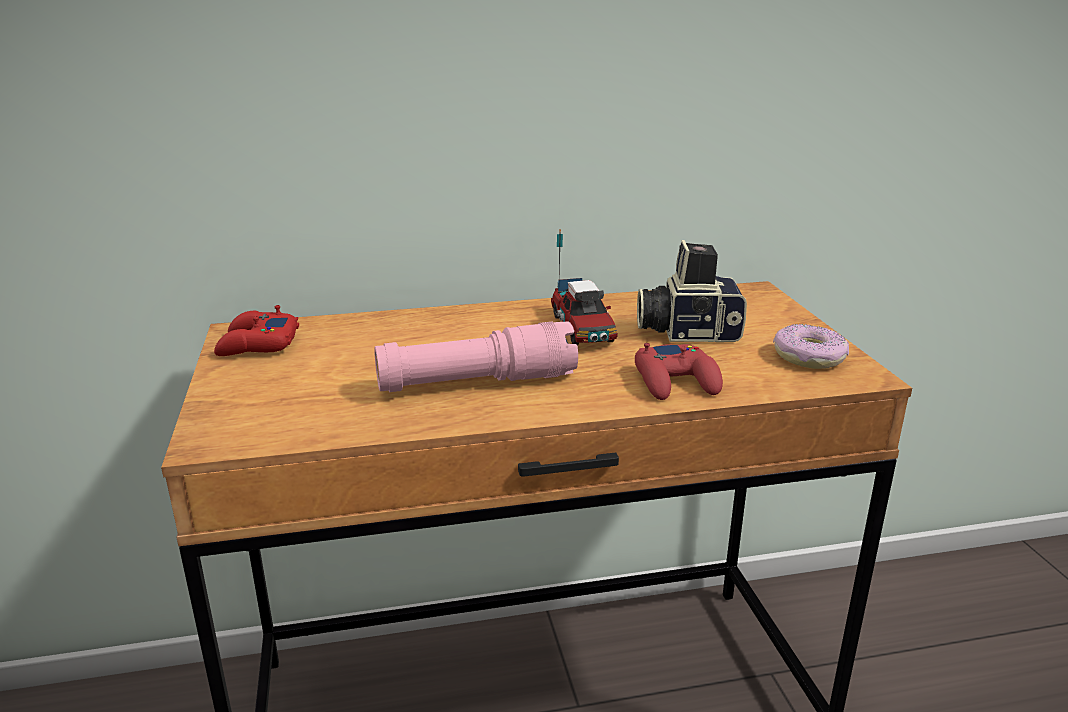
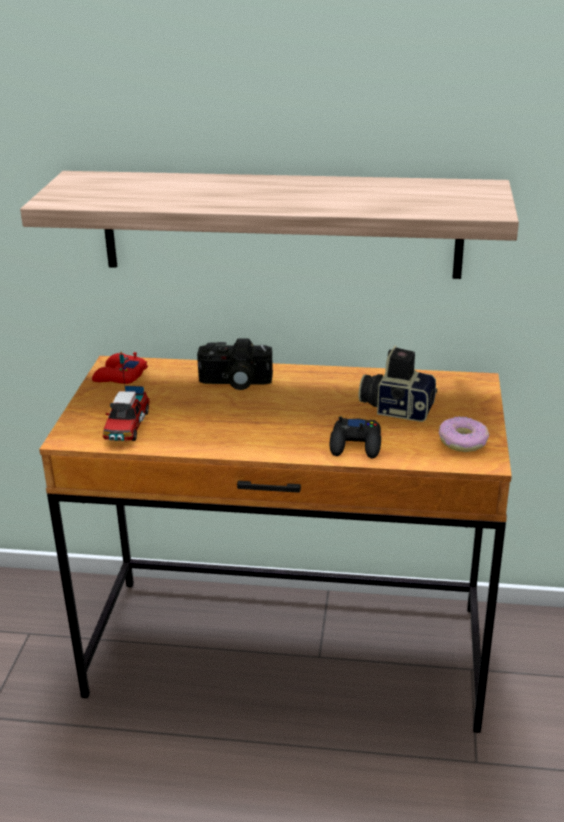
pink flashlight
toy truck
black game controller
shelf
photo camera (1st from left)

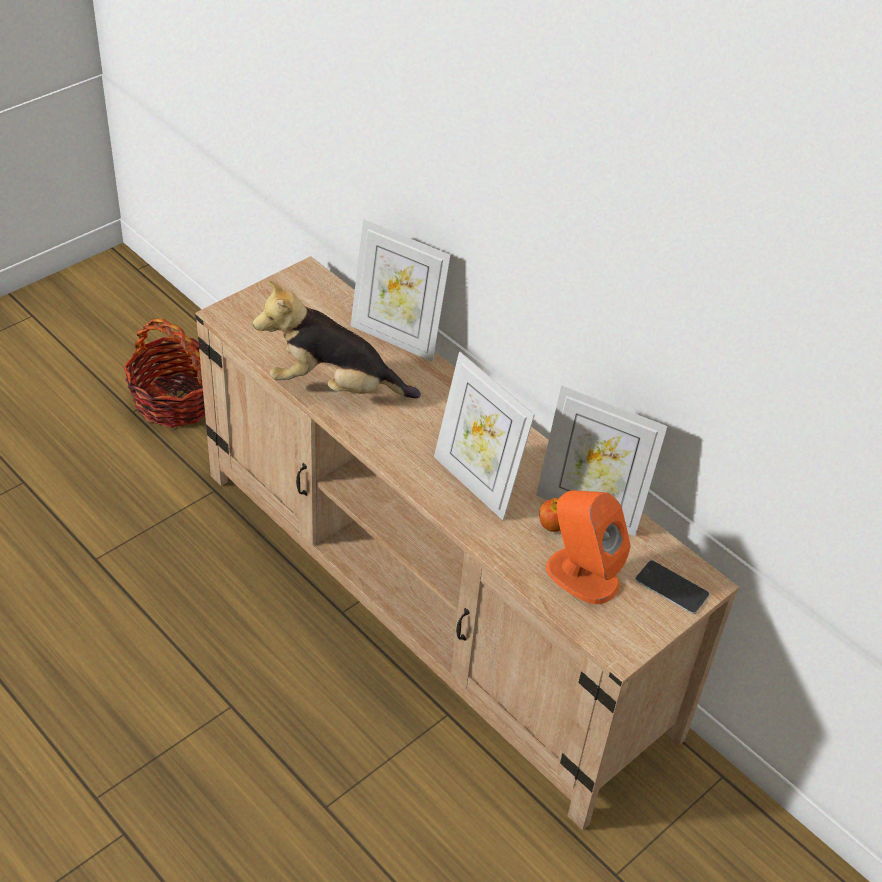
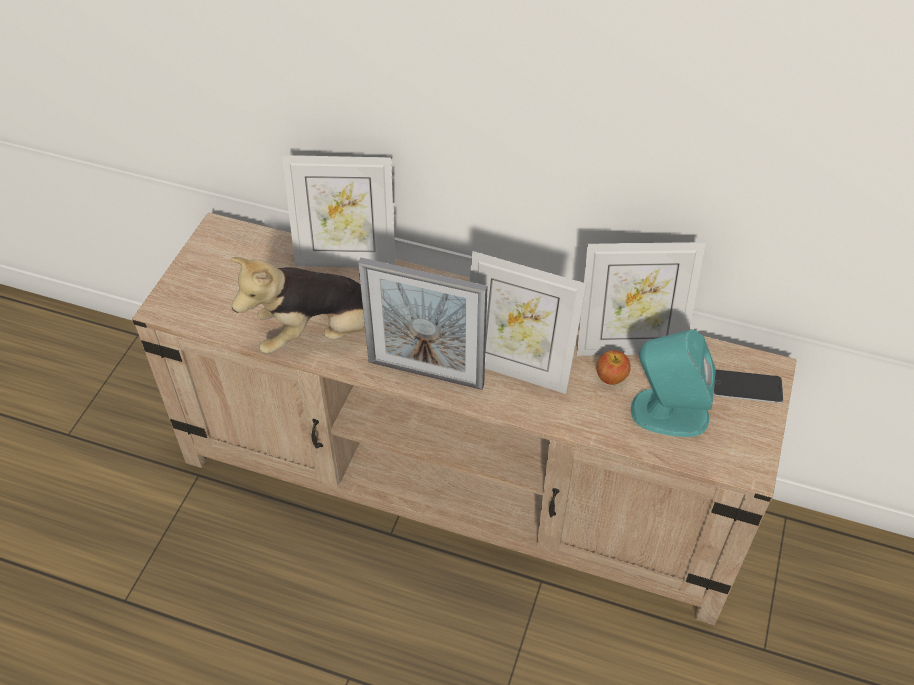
basket
turquoise speaker
picture frame (2nd from left)

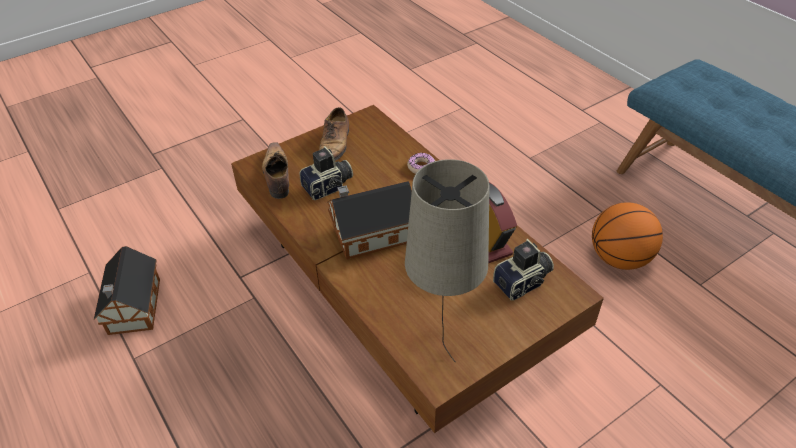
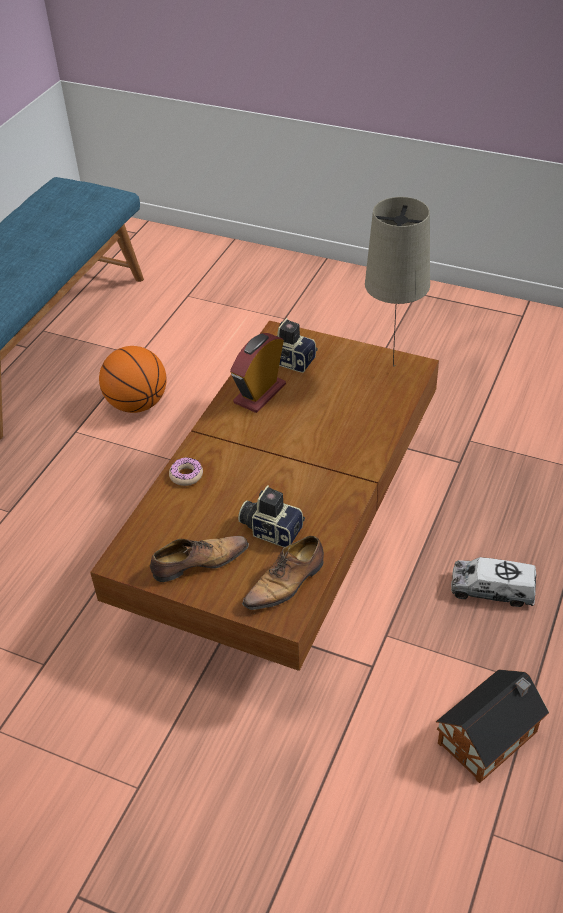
toy house (2nd from left in the first image)
toy truck

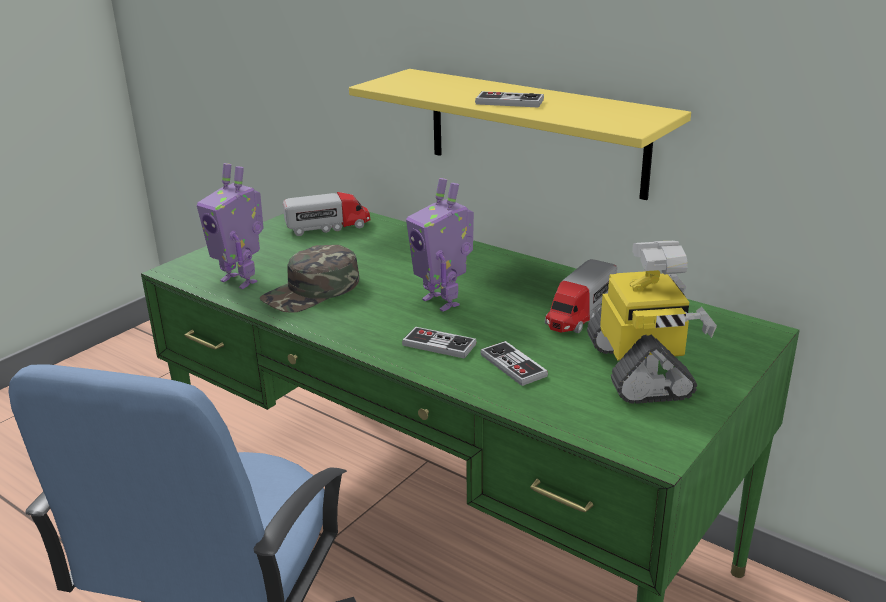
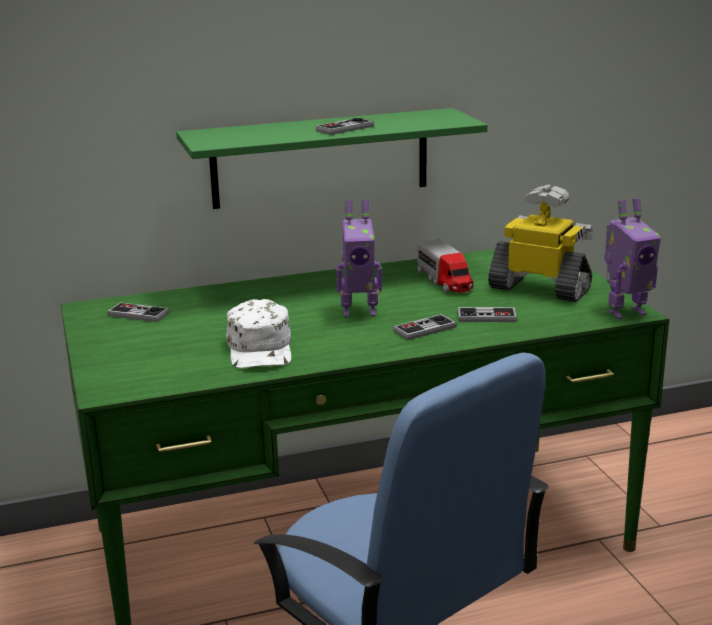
toy robot (3rd from left)
white cap
game controller (1st from left)
green shelf

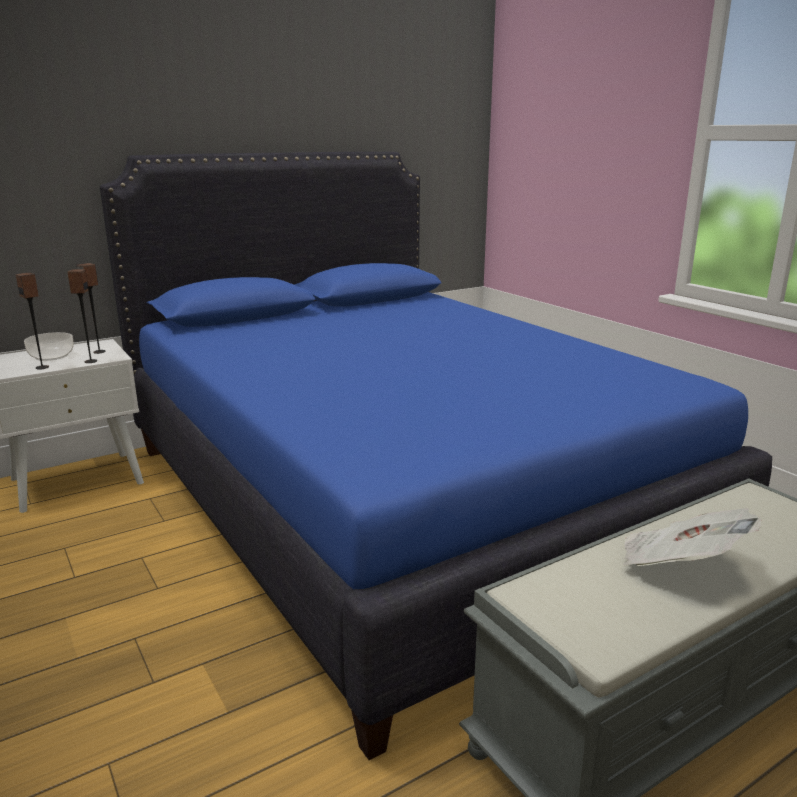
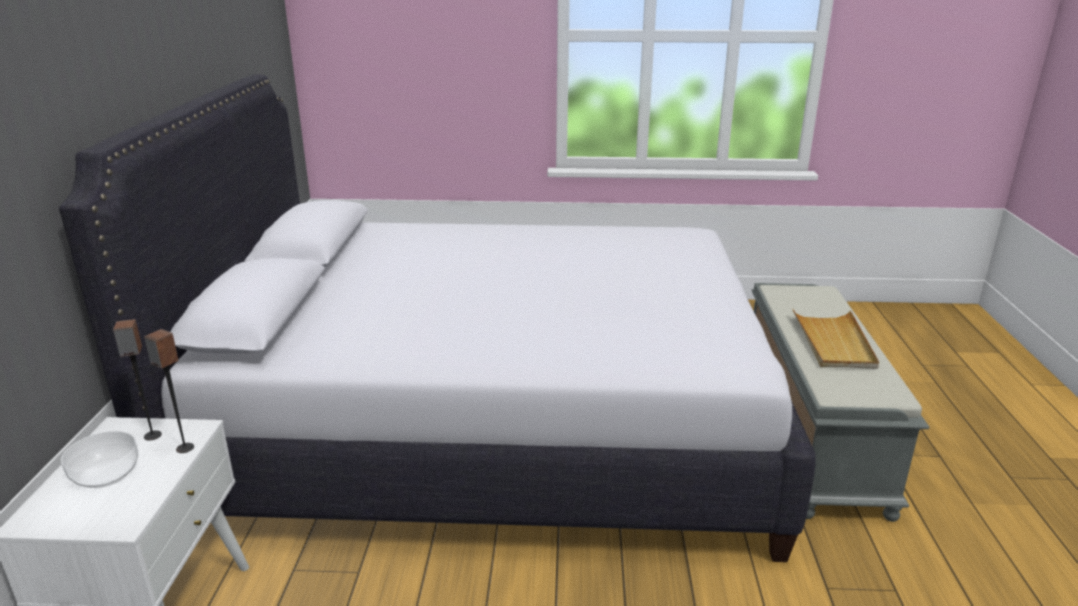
speaker (1st from left in the first image)
white bed
beige tray

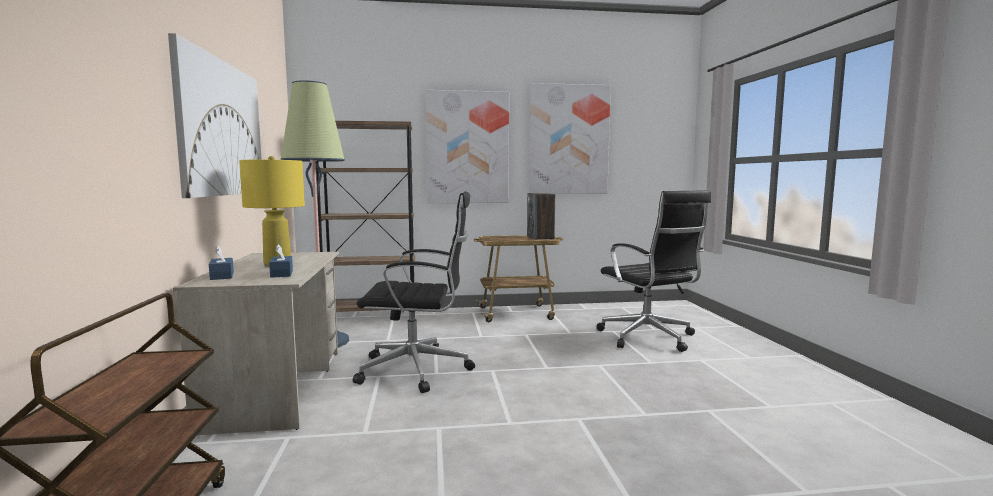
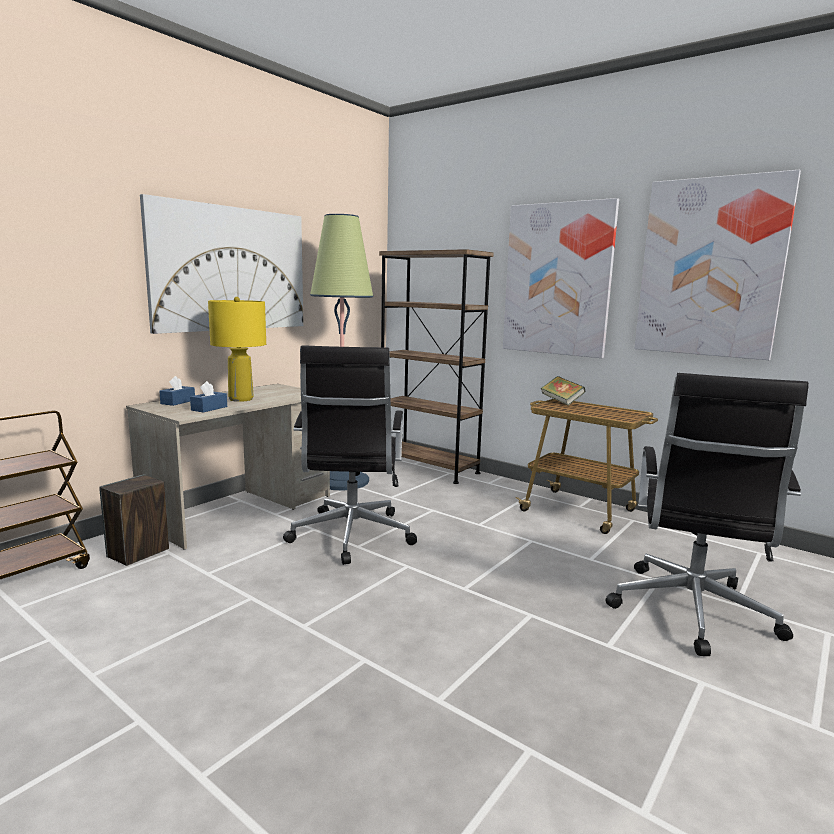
black office chair (1st from left)
speaker
book

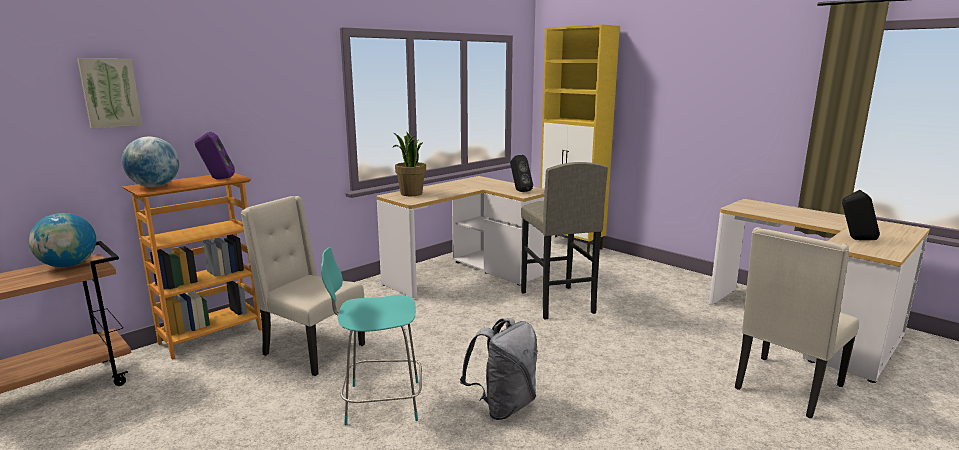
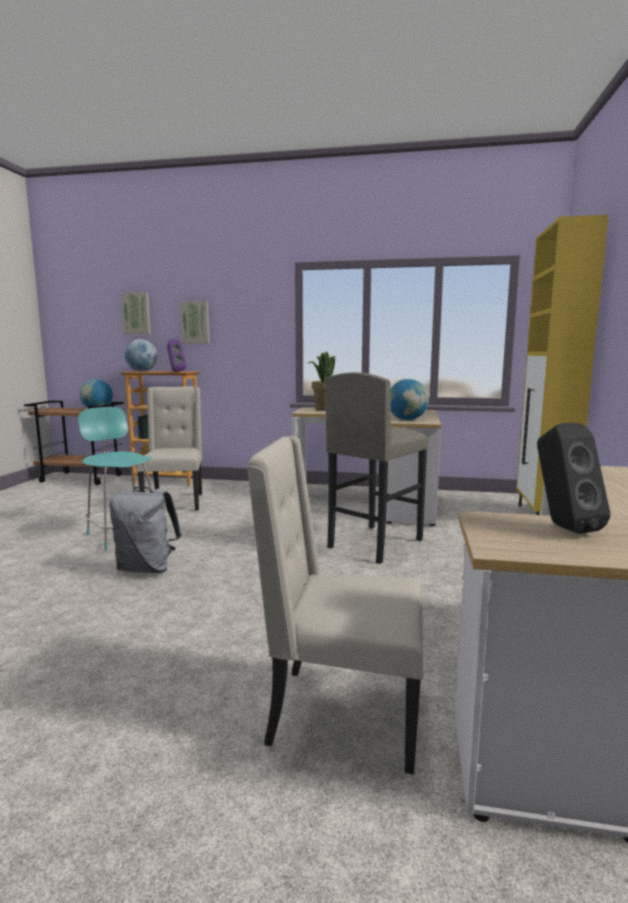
globe (3rd from left)
picture (2nd from left)

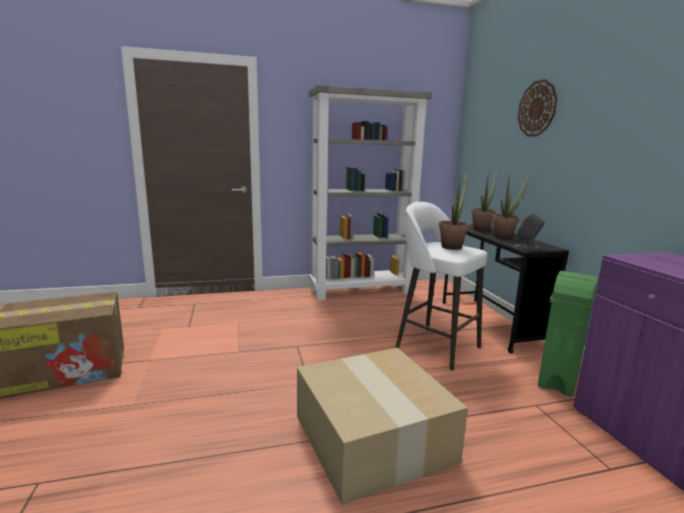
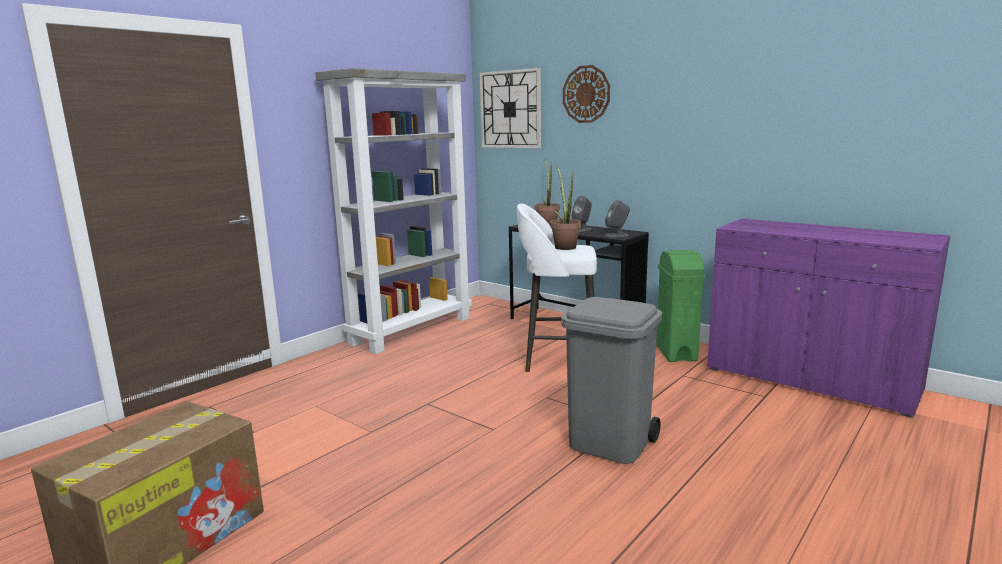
grey trash can
grey speaker (1st from left)
wall clock (1st from left)

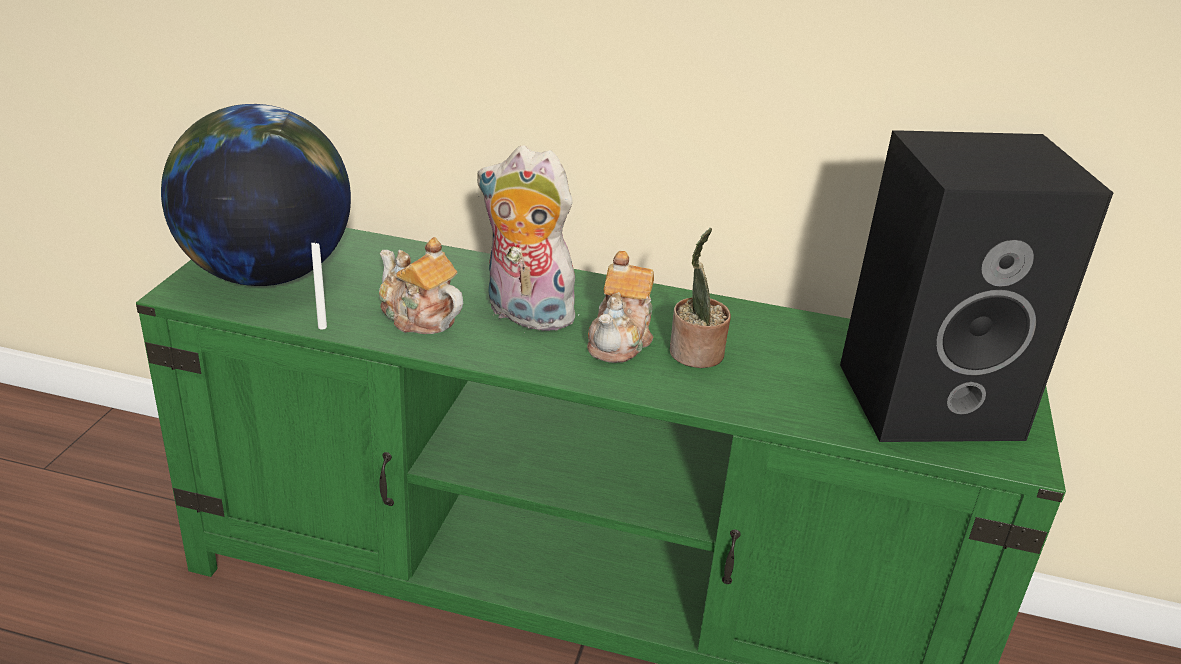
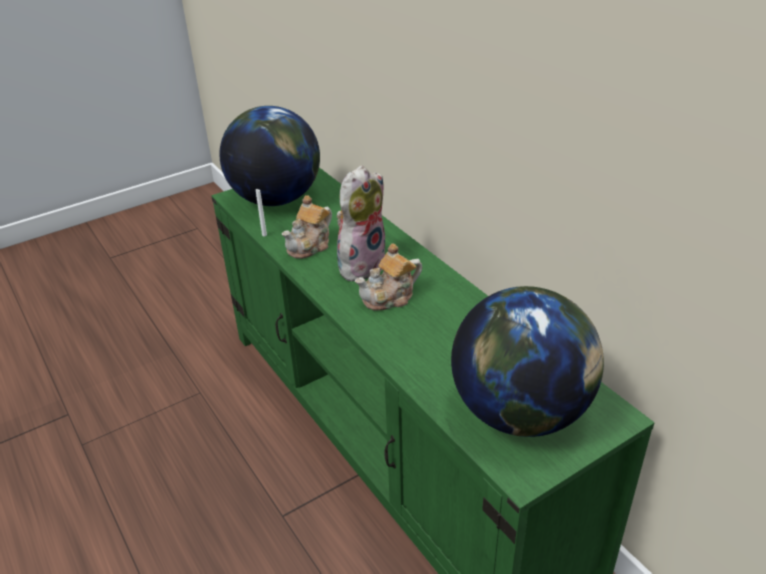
teapot (1st from left)
plush toy
potted plant
globe (2nd from left)

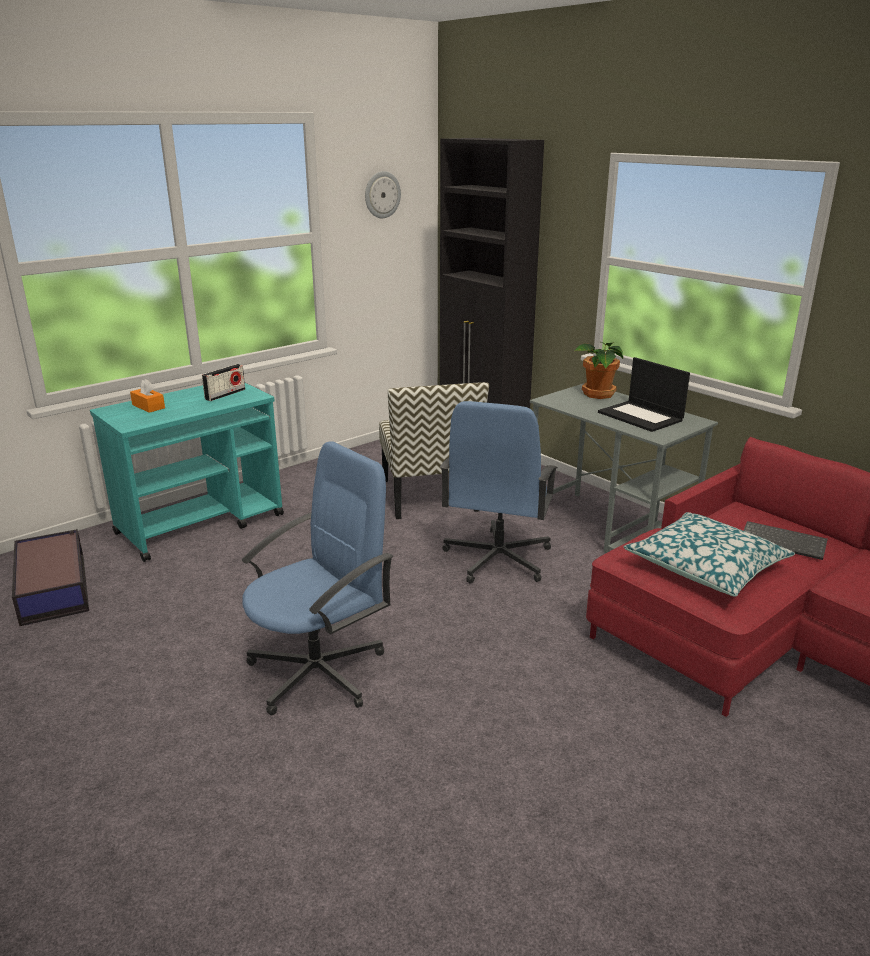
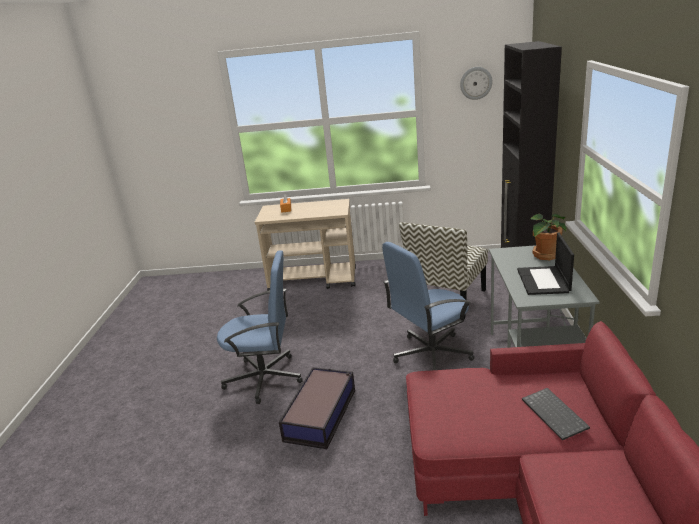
storage box
beige cart
radio
pillow

